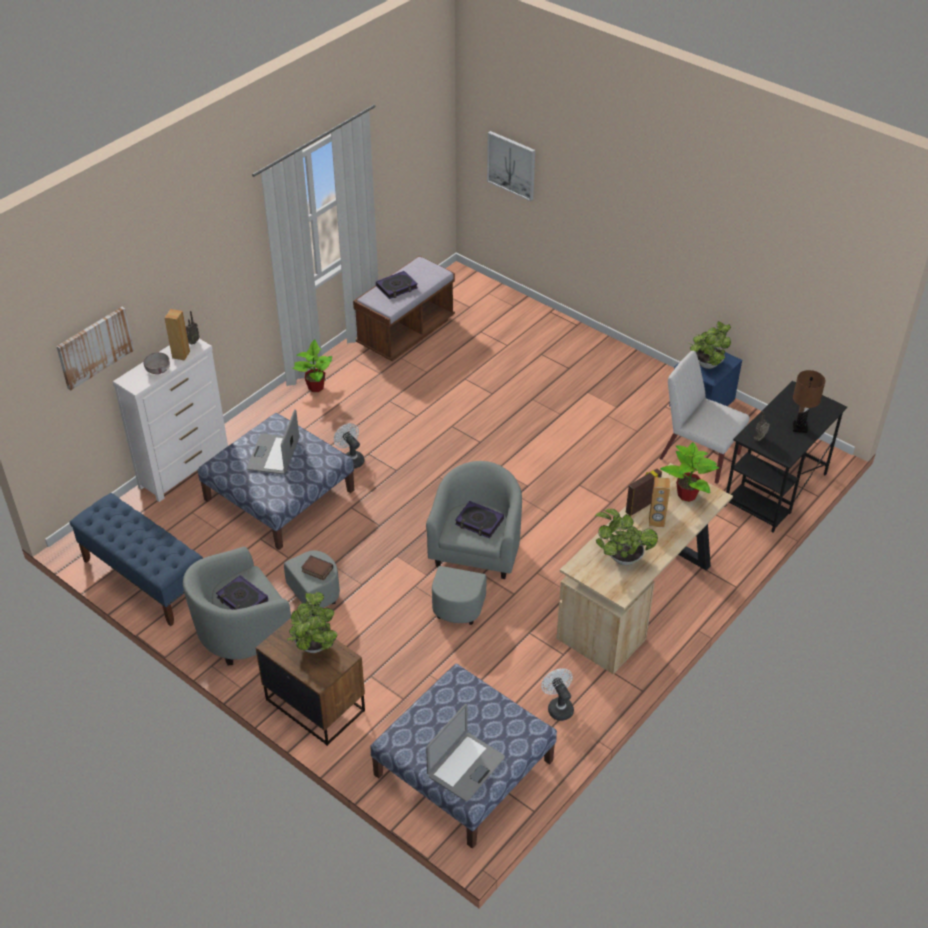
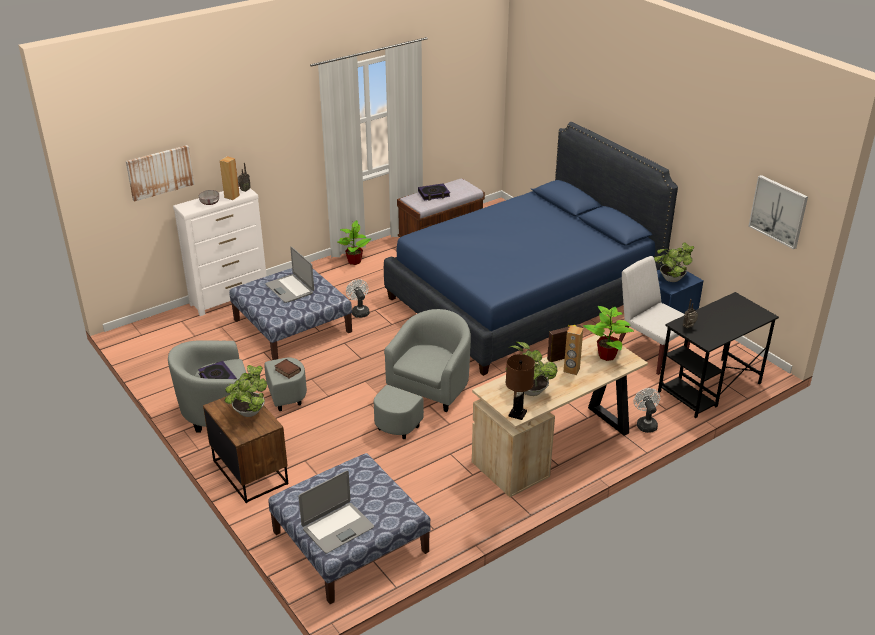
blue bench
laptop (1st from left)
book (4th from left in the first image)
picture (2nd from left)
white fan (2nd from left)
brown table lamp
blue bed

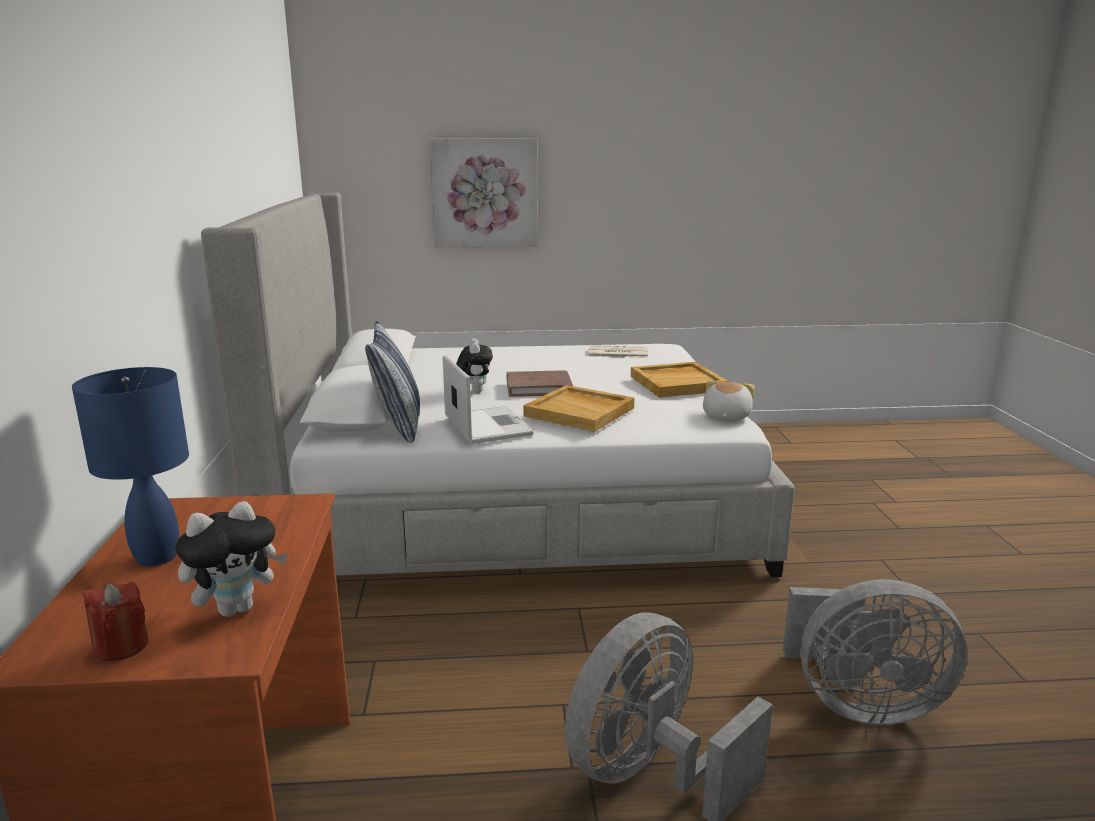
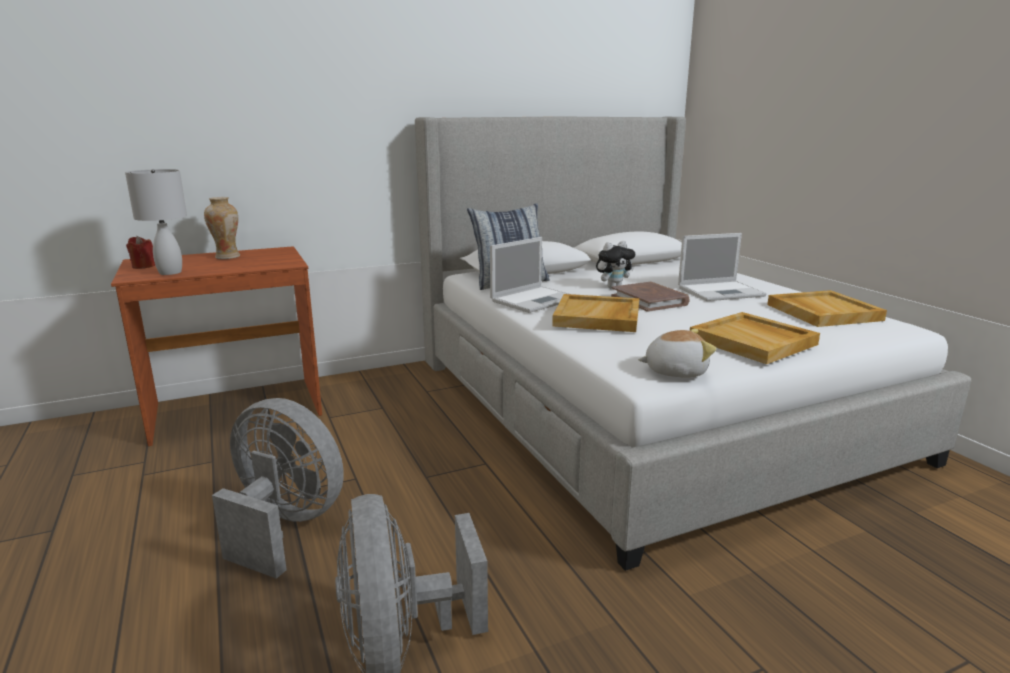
vase
white table lamp
picture
beige tray (3rd from left)
laptop (2nd from left)

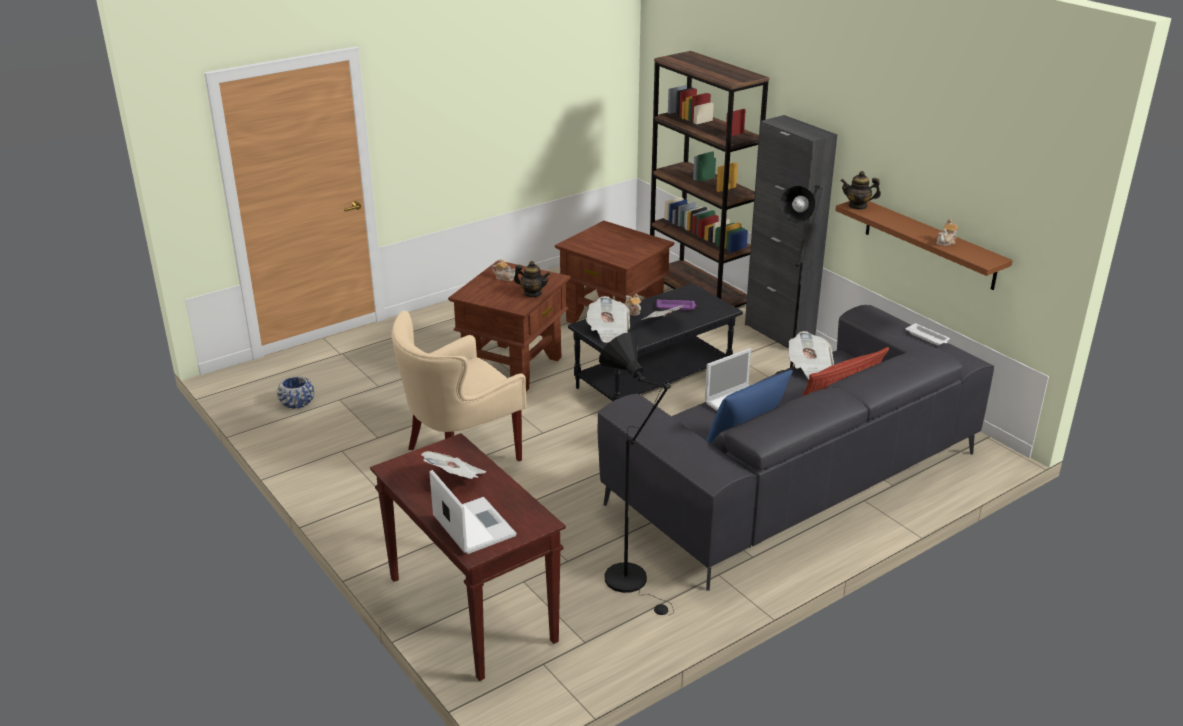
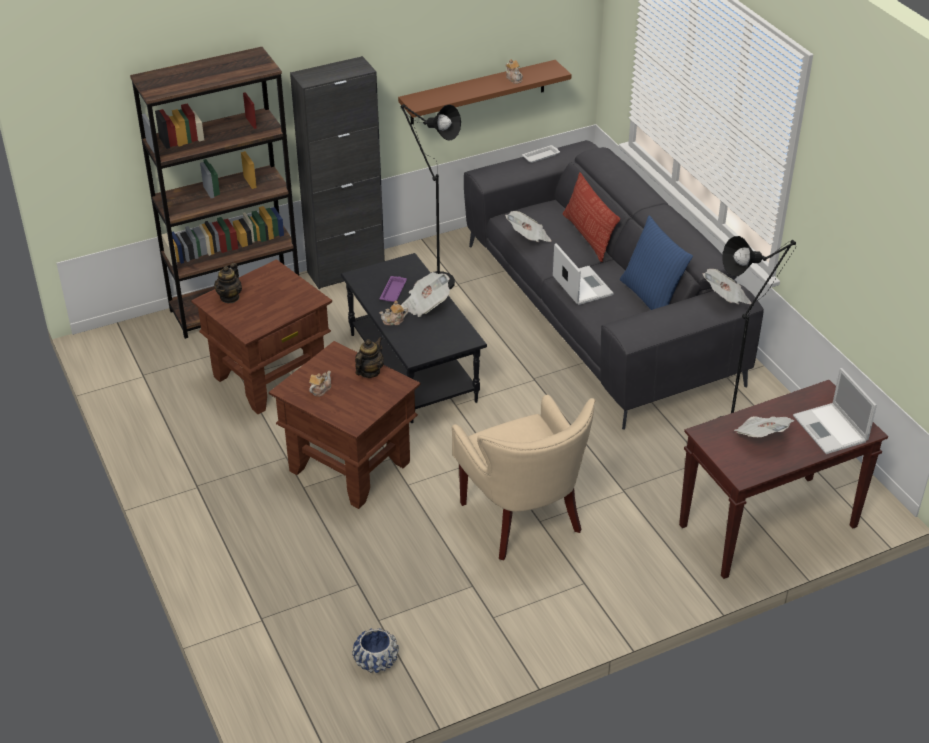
laptop (2nd from left)
newspaper (3rd from left)
teapot (1st from left)

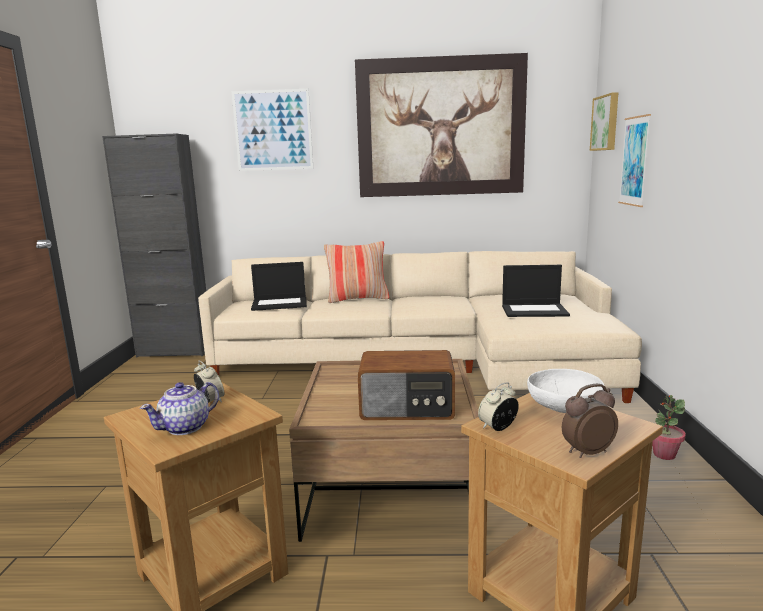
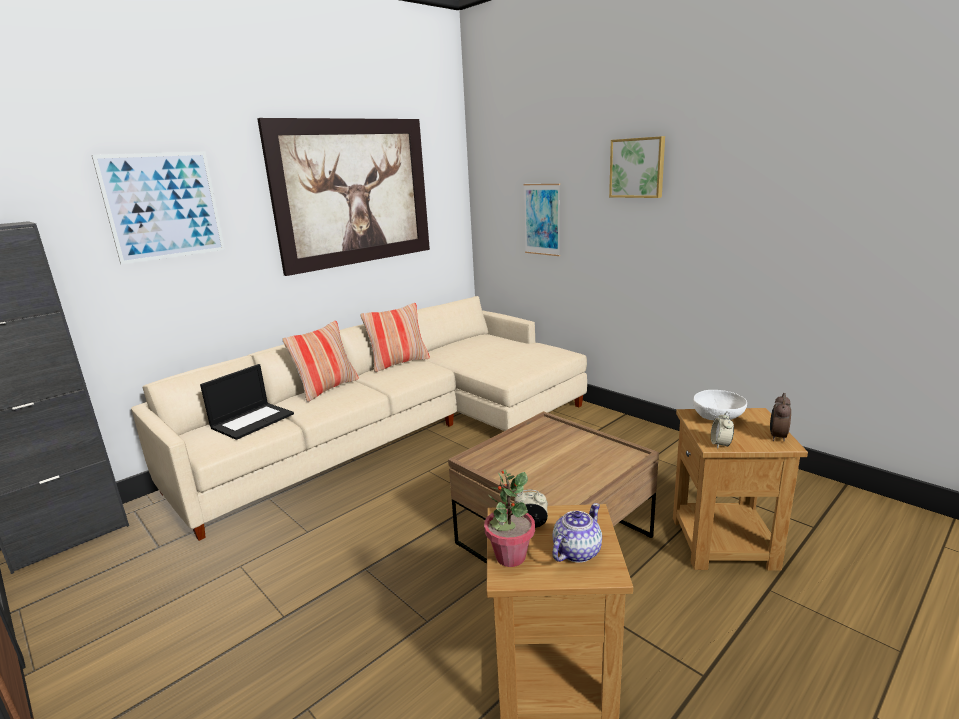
teapot
radio
laptop (2nd from left in the first image)
picture (4th from left)
potted plant
pillow (2nd from left)

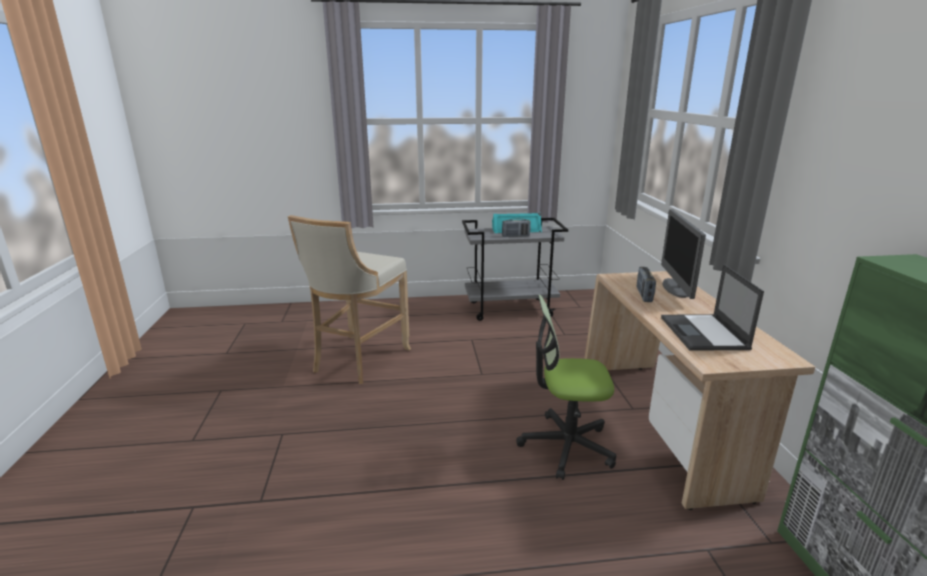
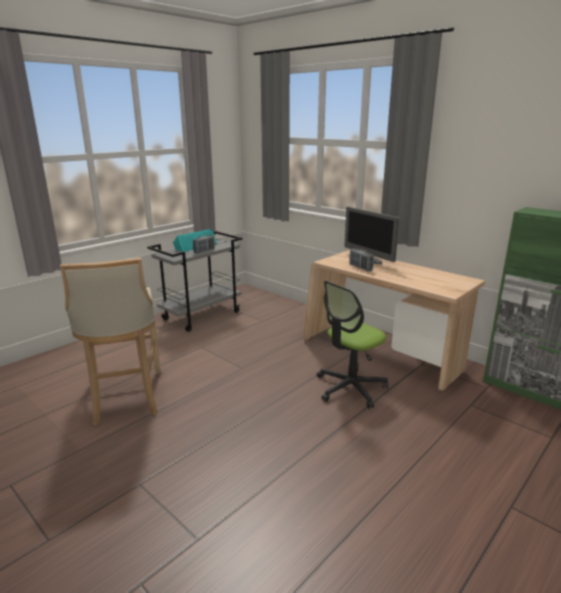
laptop

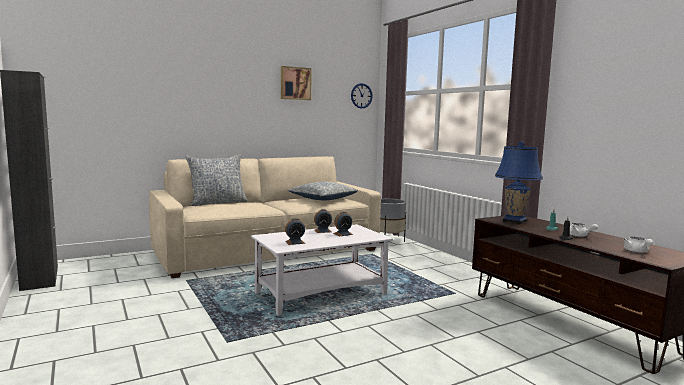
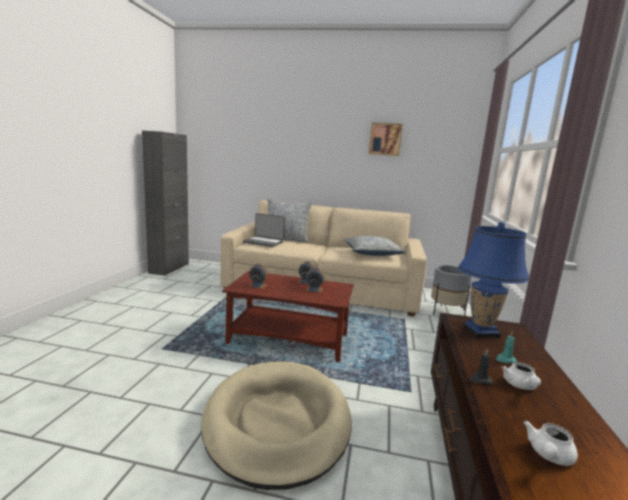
brown coffee table
wall clock
beige dog bed
laptop

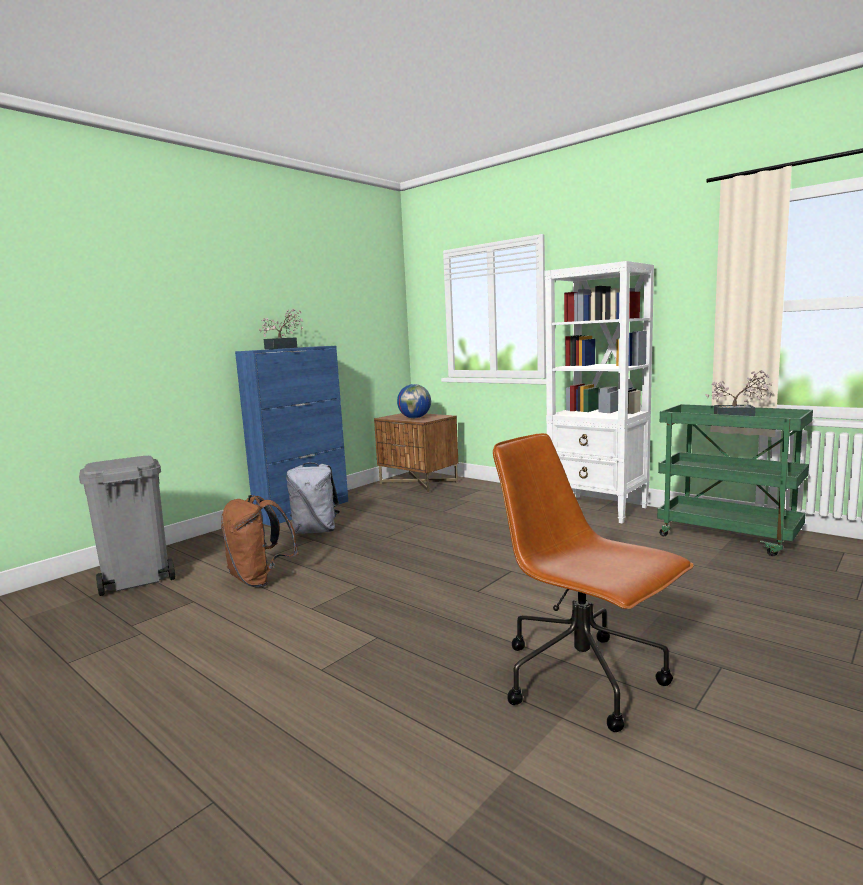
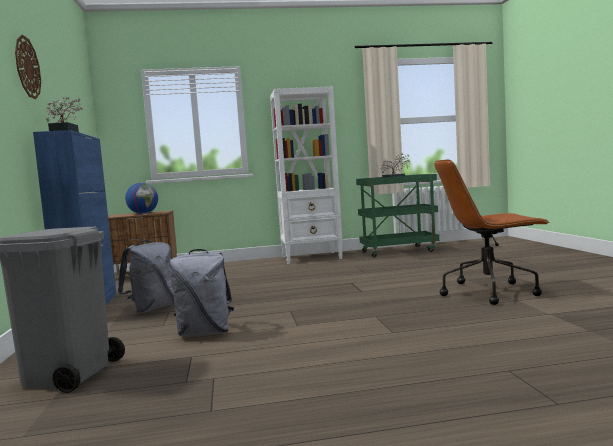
grey backpack (2nd from left)
wall clock

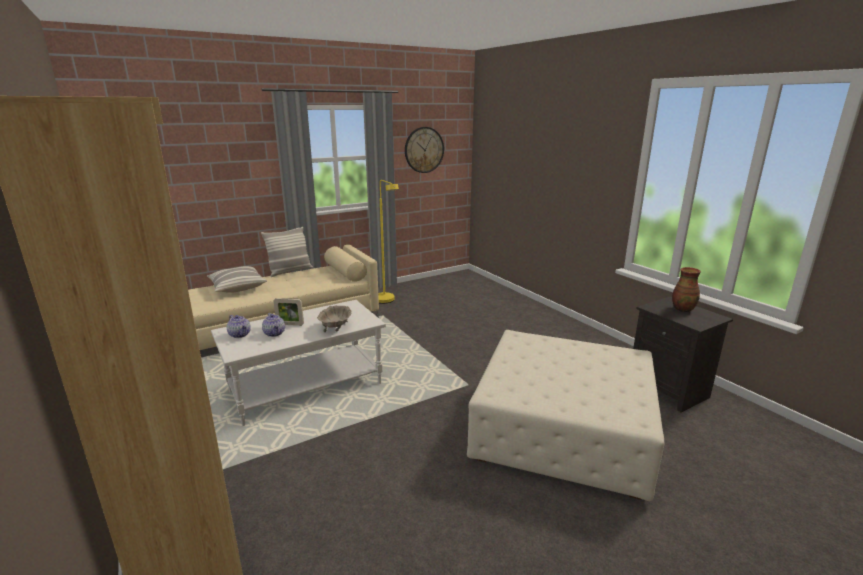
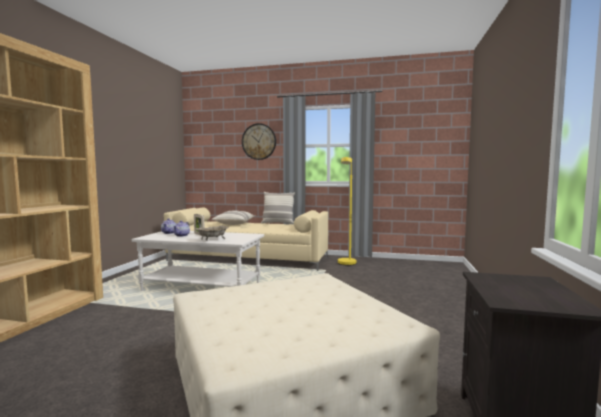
wall clock
vase

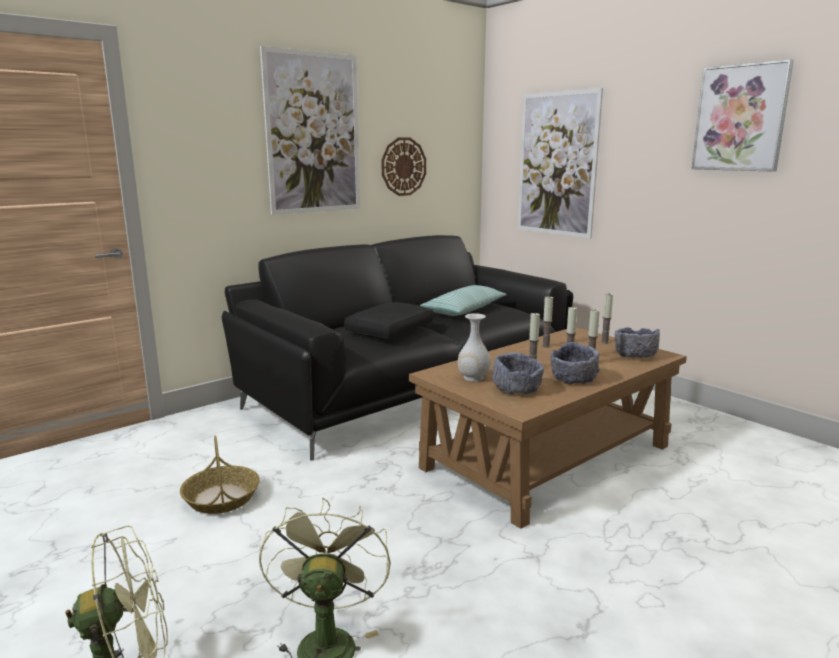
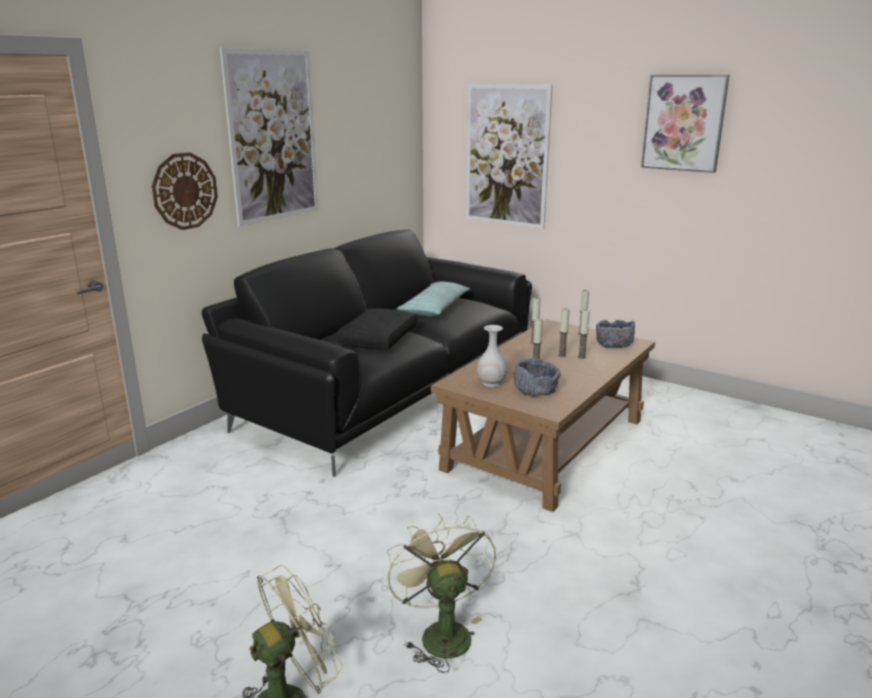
basket
wall clock
grey bowl (2nd from left in the first image)

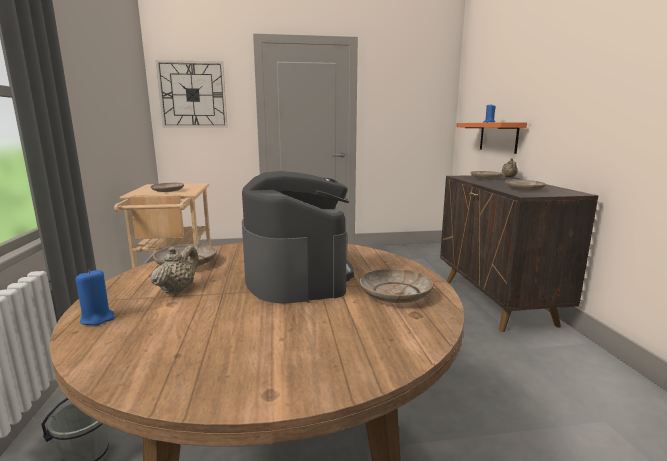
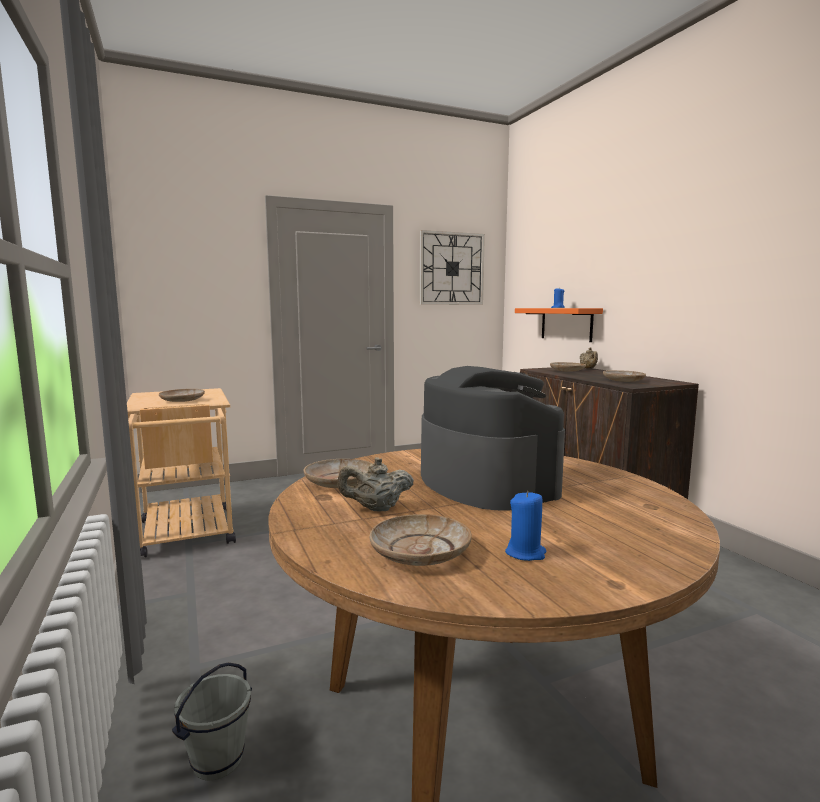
blue candle (1st from left)
beige teapot (1st from left)
wall clock
beige plate (3rd from left)

